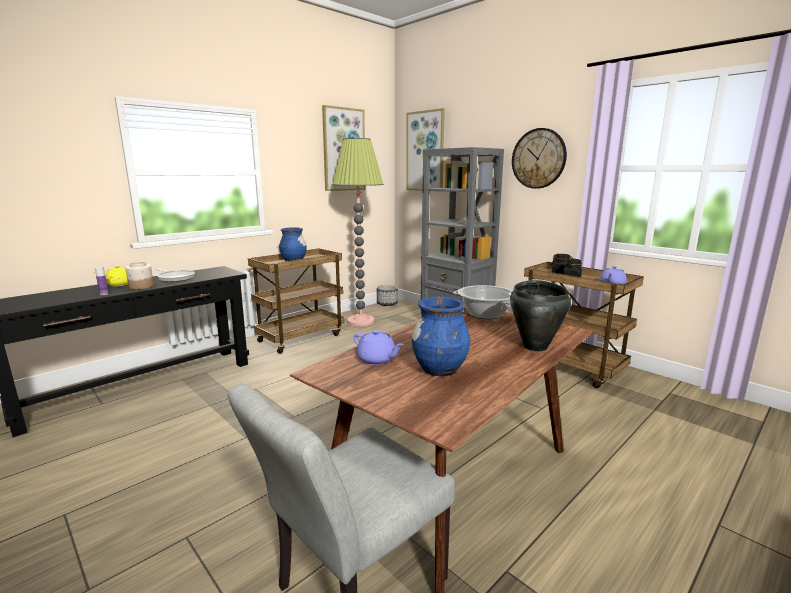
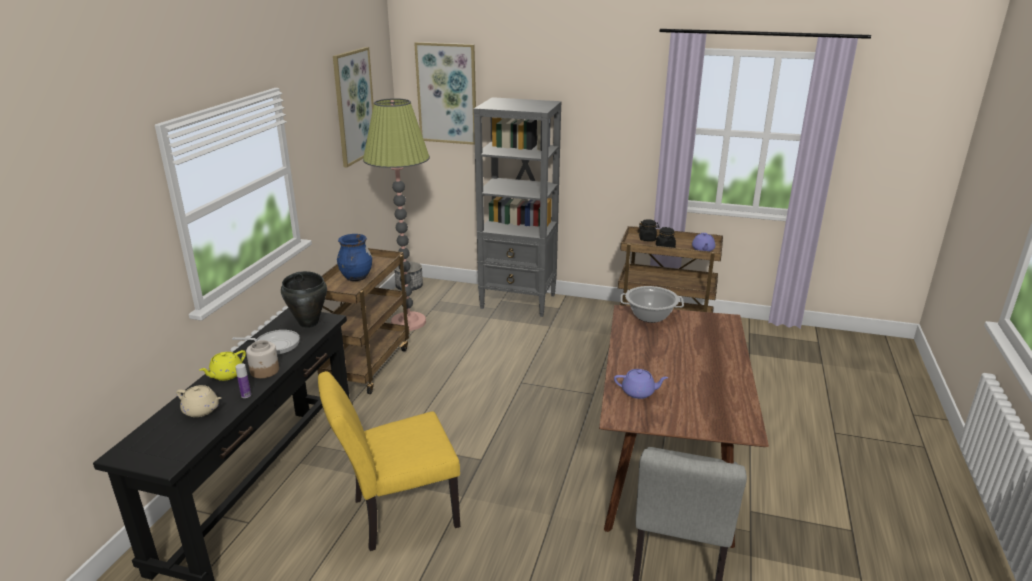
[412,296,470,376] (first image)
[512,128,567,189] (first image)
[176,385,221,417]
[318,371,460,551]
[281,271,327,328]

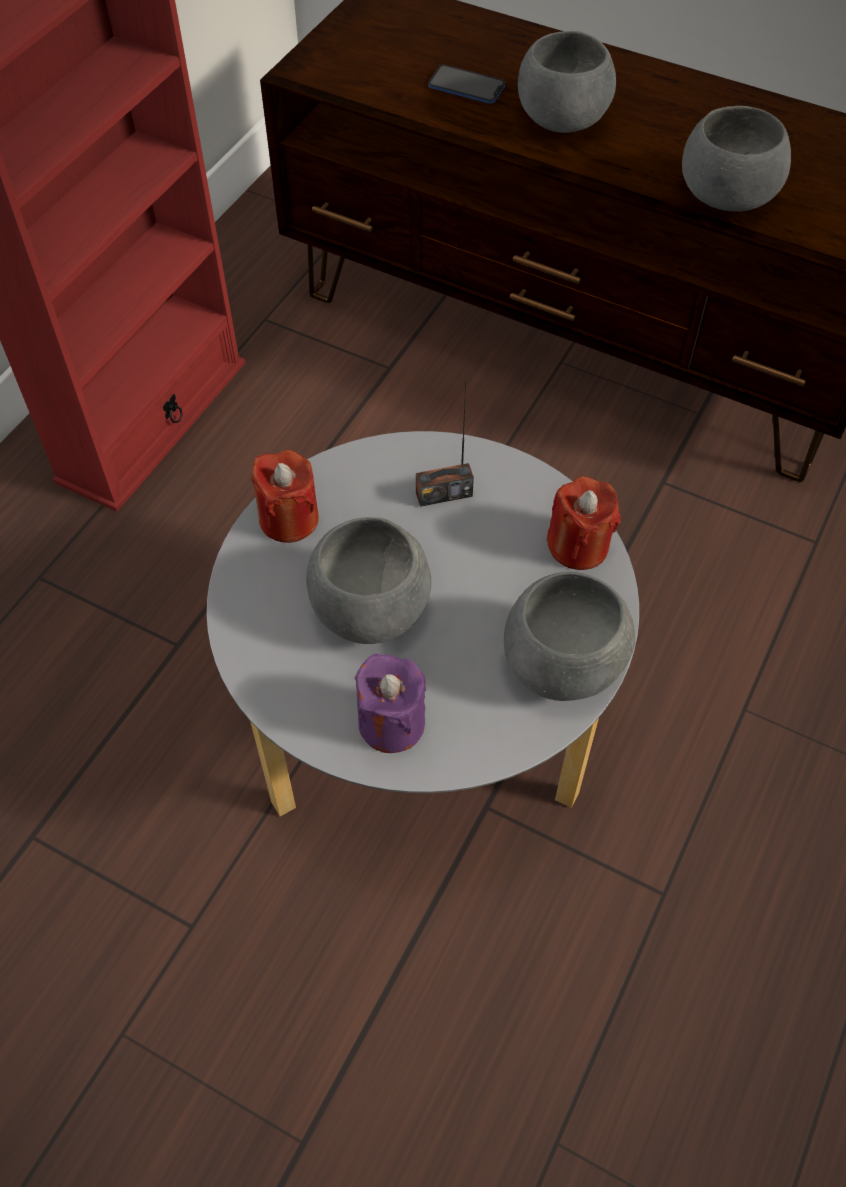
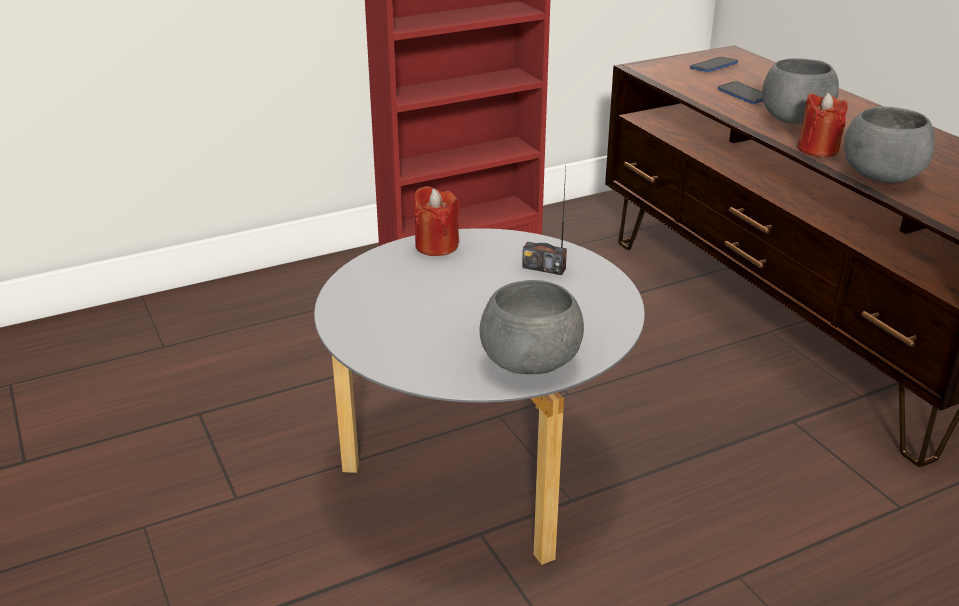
[306,517,431,644] (first image)
[355,654,426,753] (first image)
[690,57,738,72]
[797,92,848,157]

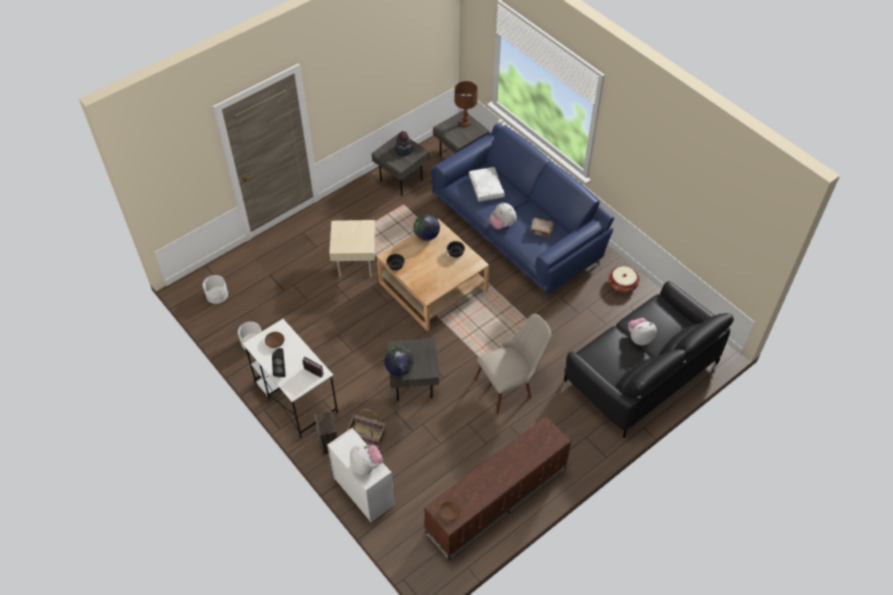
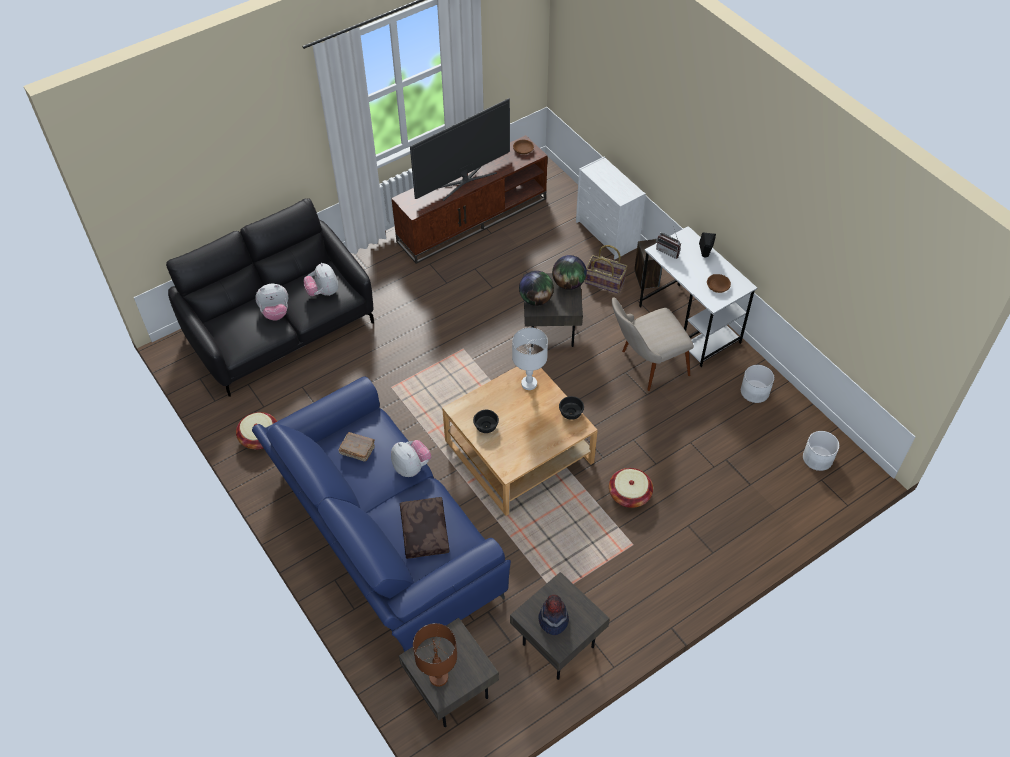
[410,98,510,201]
[512,327,548,390]
[304,263,338,296]
[519,271,554,306]
[612,298,694,391]
[609,468,653,508]
[400,497,450,559]

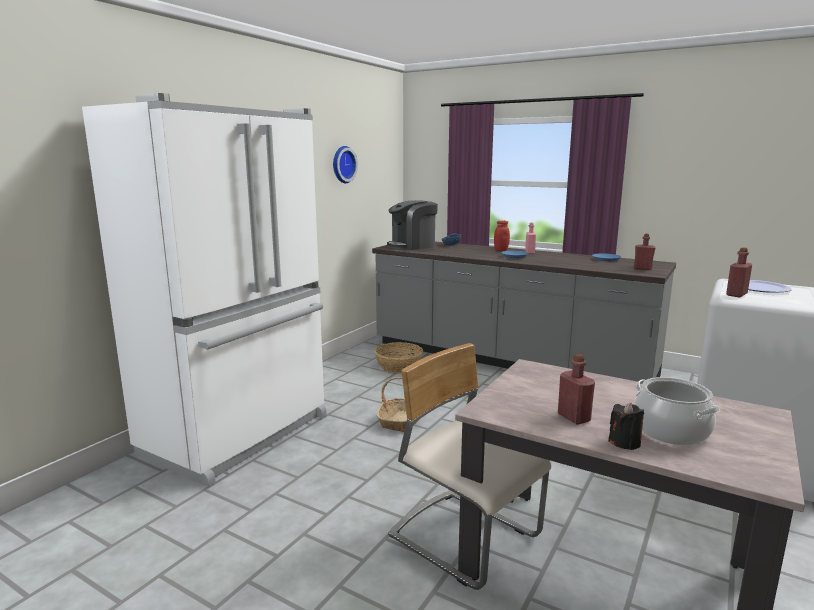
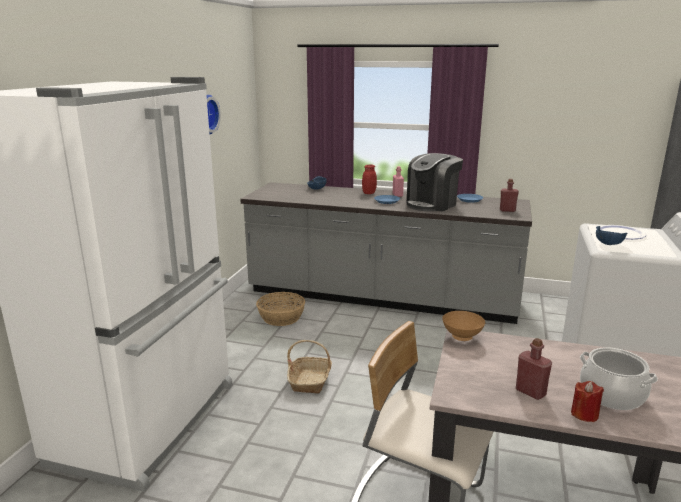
[442,311,485,341]
[407,153,463,211]
[596,226,628,245]
[571,381,604,422]

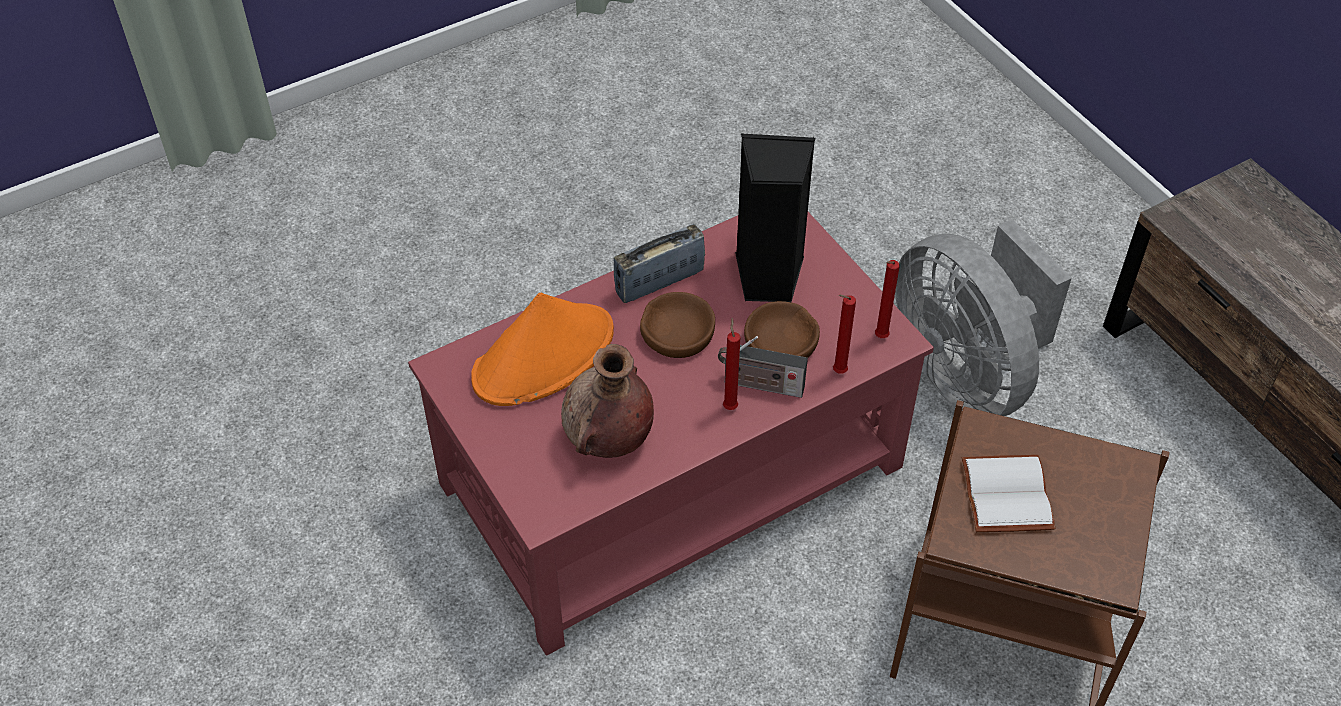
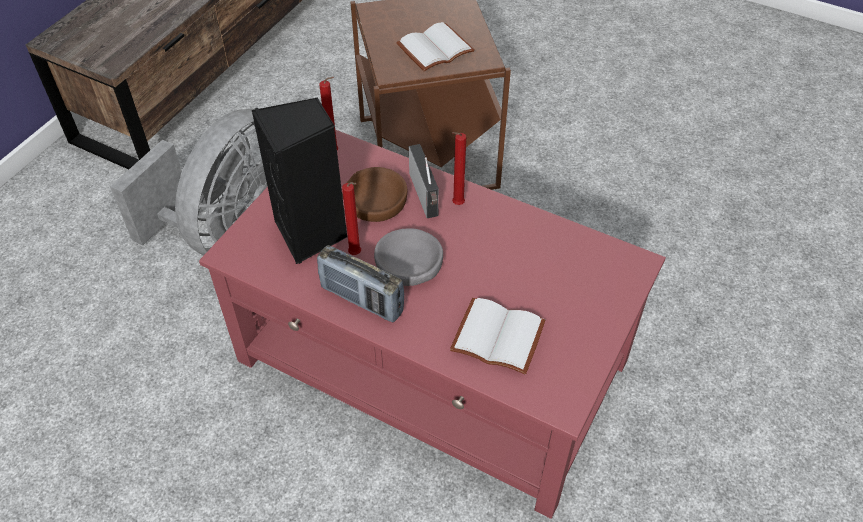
[561,344,654,458] (first image)
[342,182,361,255]
[450,298,545,374]
[374,228,443,286]

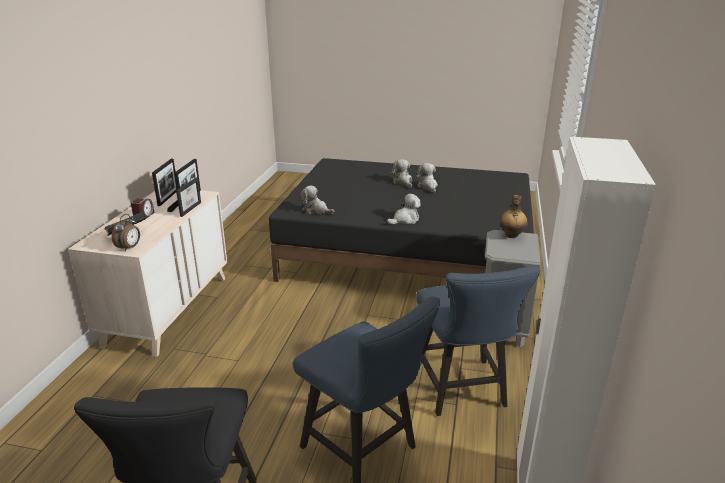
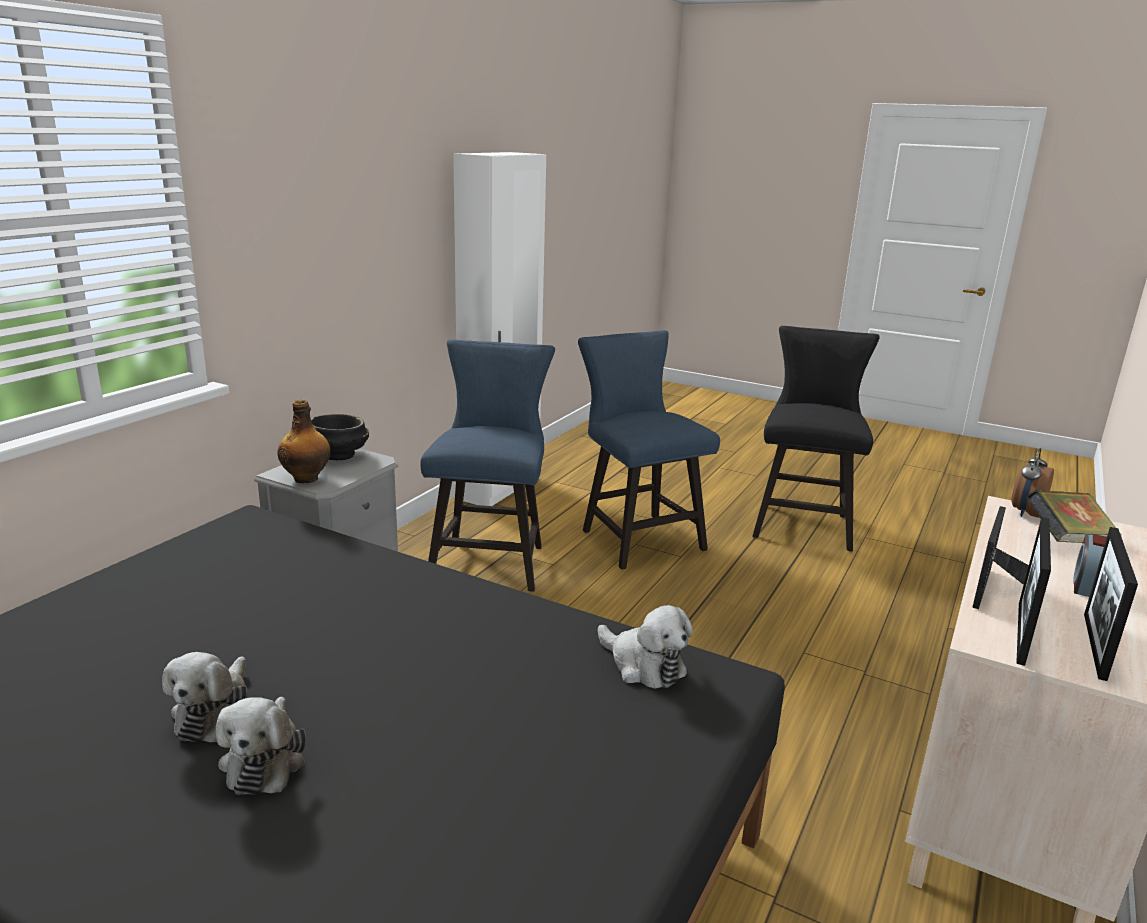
[387,194,421,225] (first image)
[311,414,369,460]

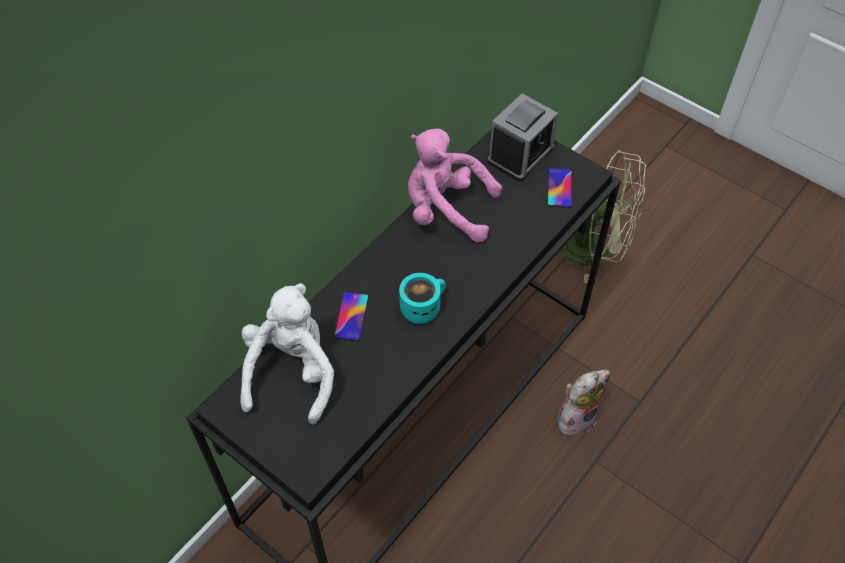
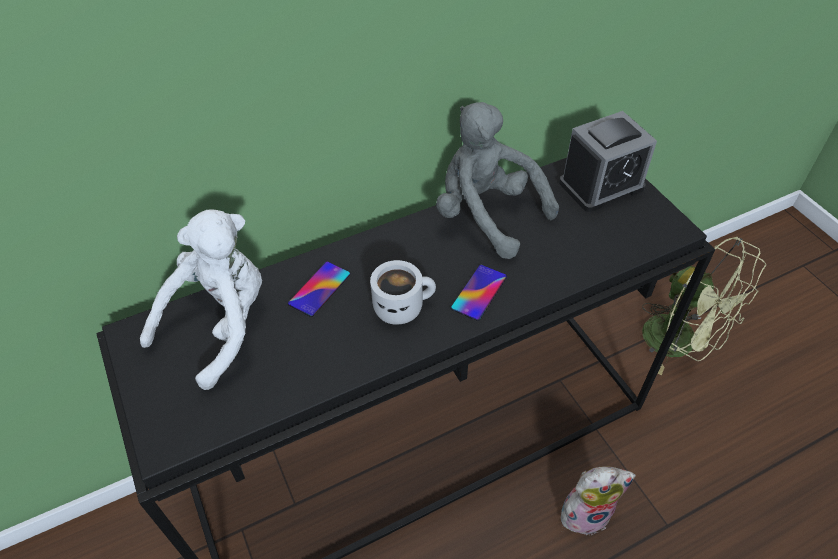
[451,265,507,321]
[370,260,436,325]
[436,102,559,259]

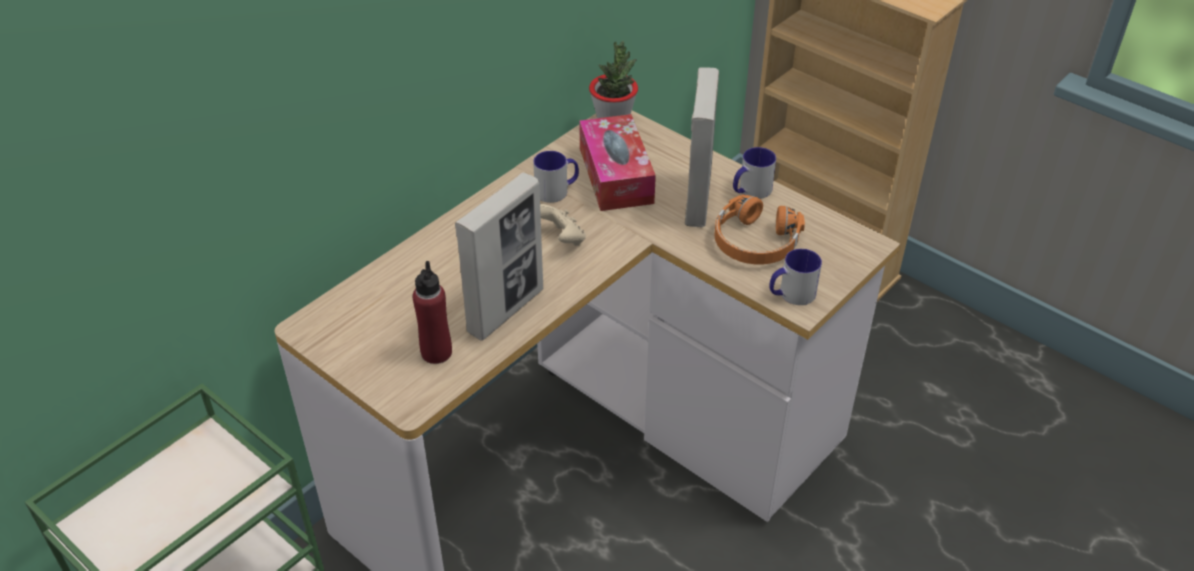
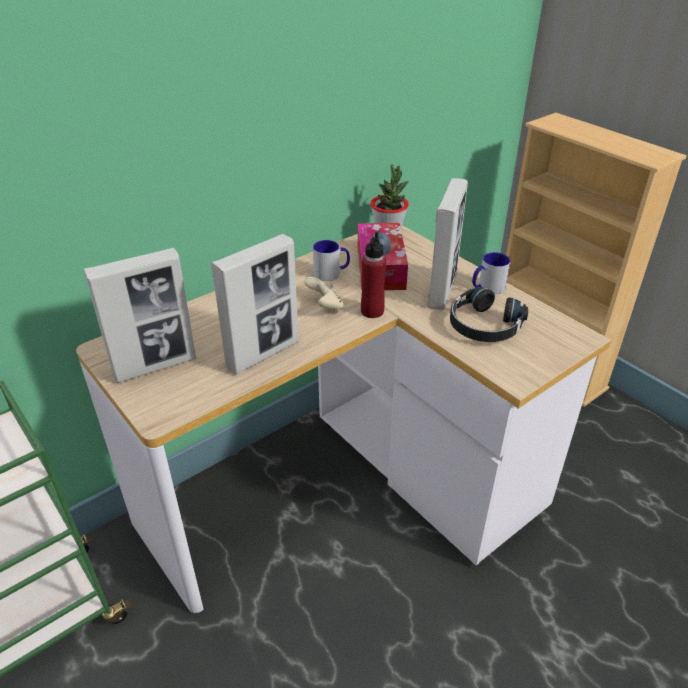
[769,249,822,305] (first image)
[83,248,196,383]
[361,232,386,318]
[450,287,528,342]

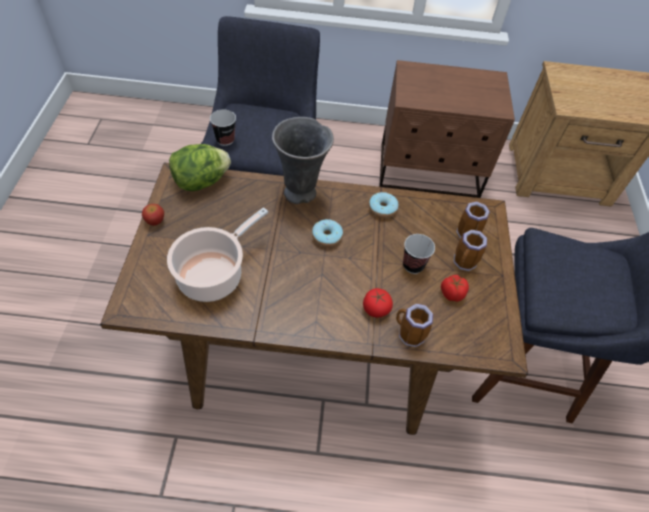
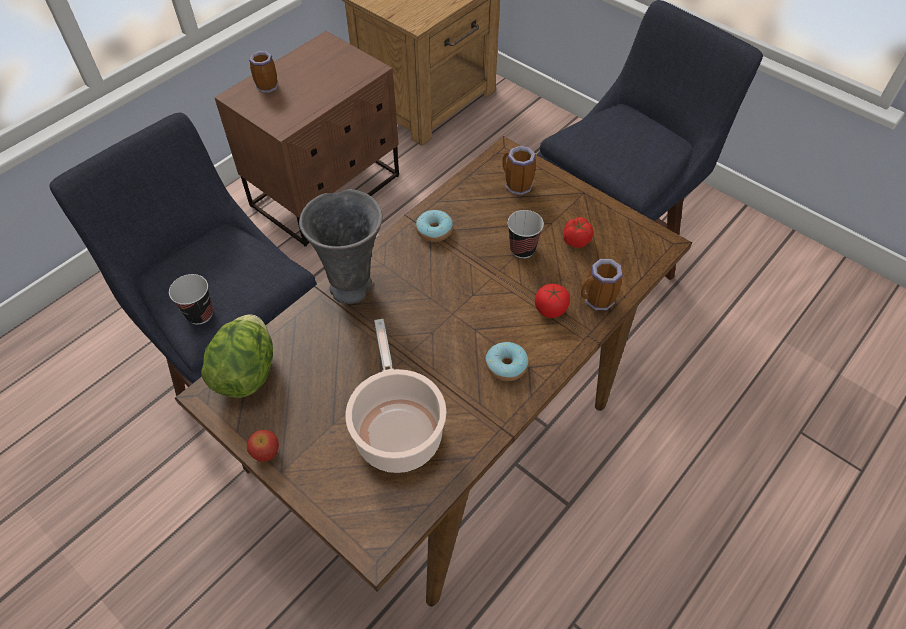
[486,342,528,381]
[249,51,278,93]

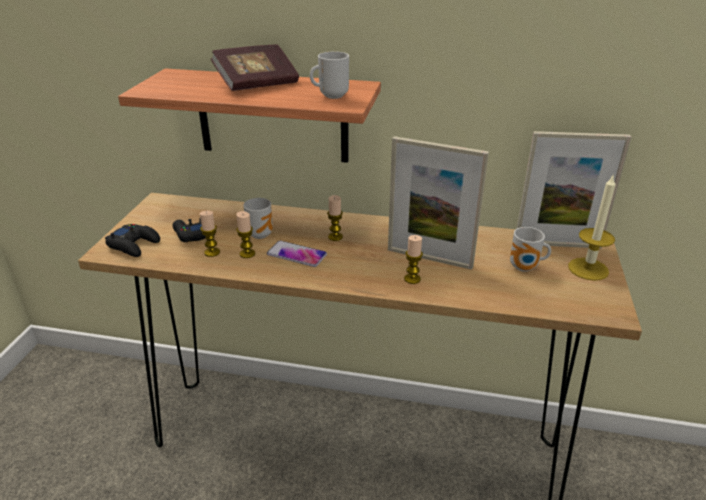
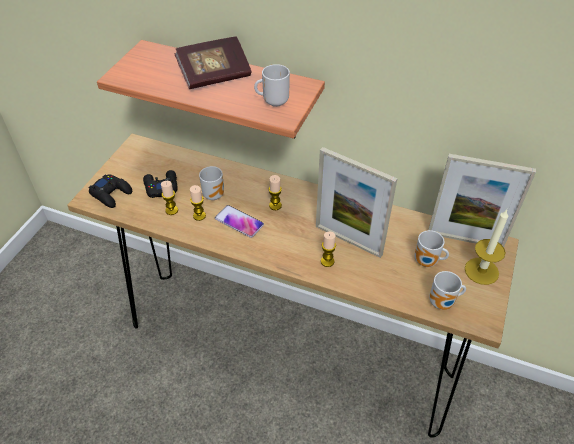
[429,271,466,310]

